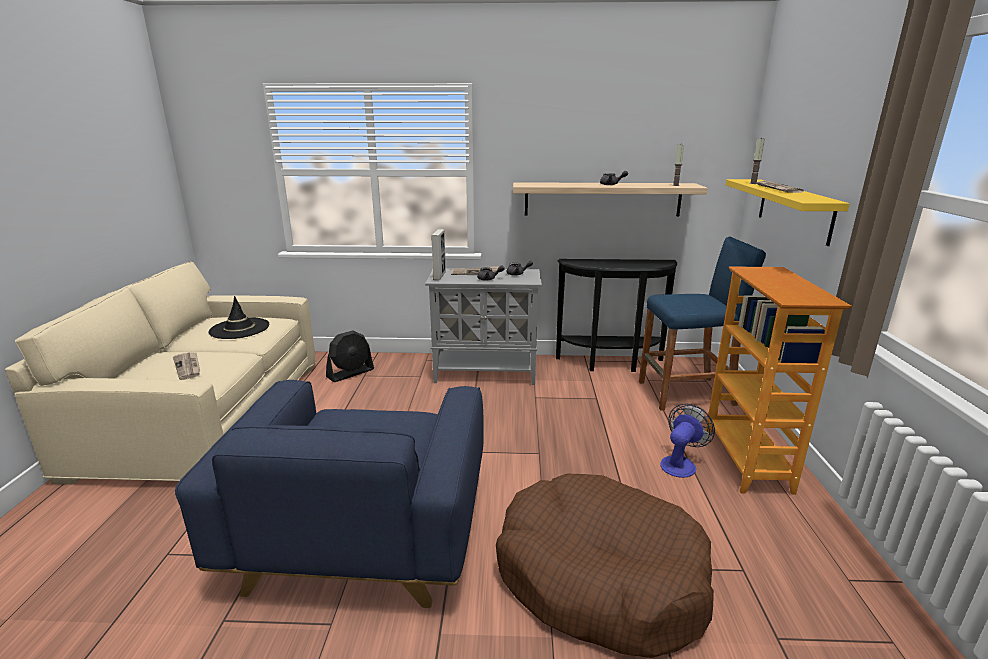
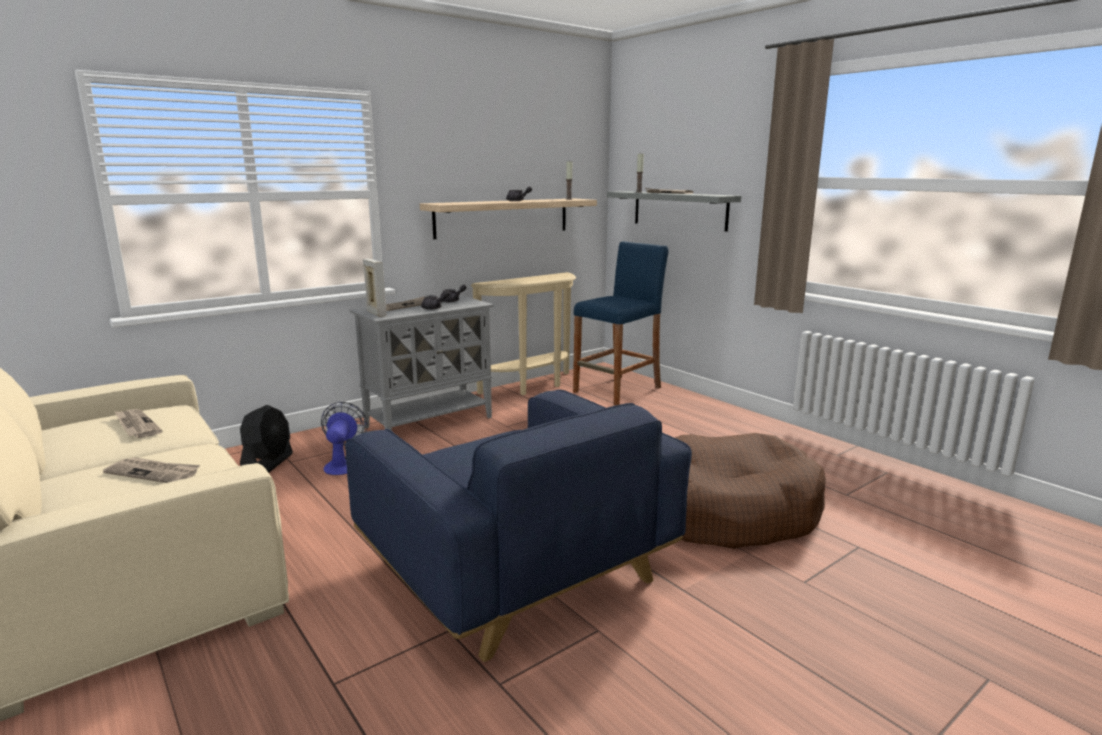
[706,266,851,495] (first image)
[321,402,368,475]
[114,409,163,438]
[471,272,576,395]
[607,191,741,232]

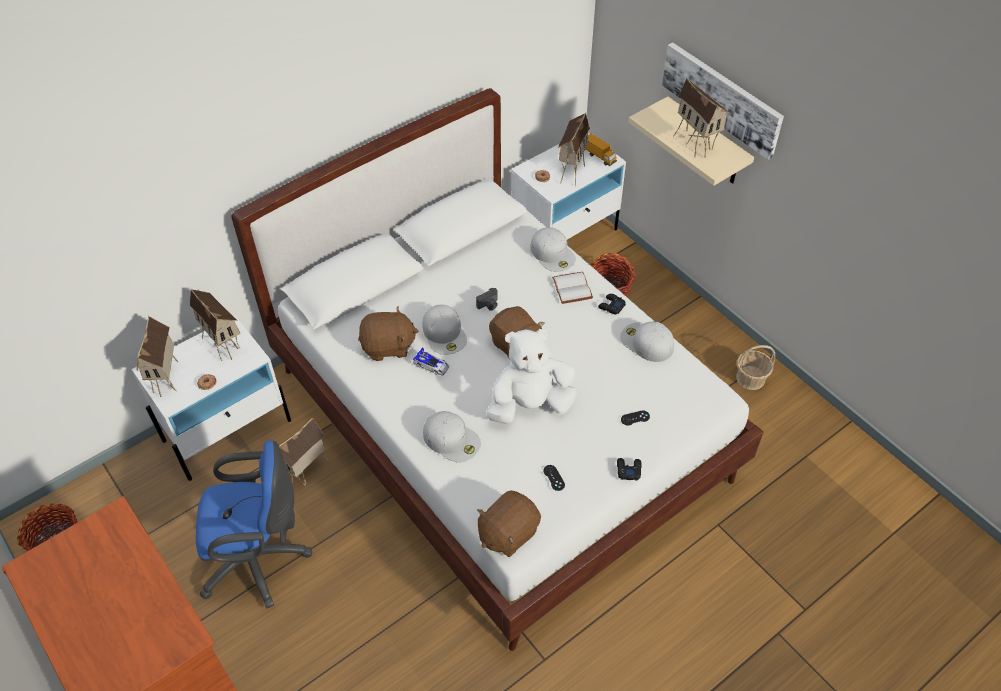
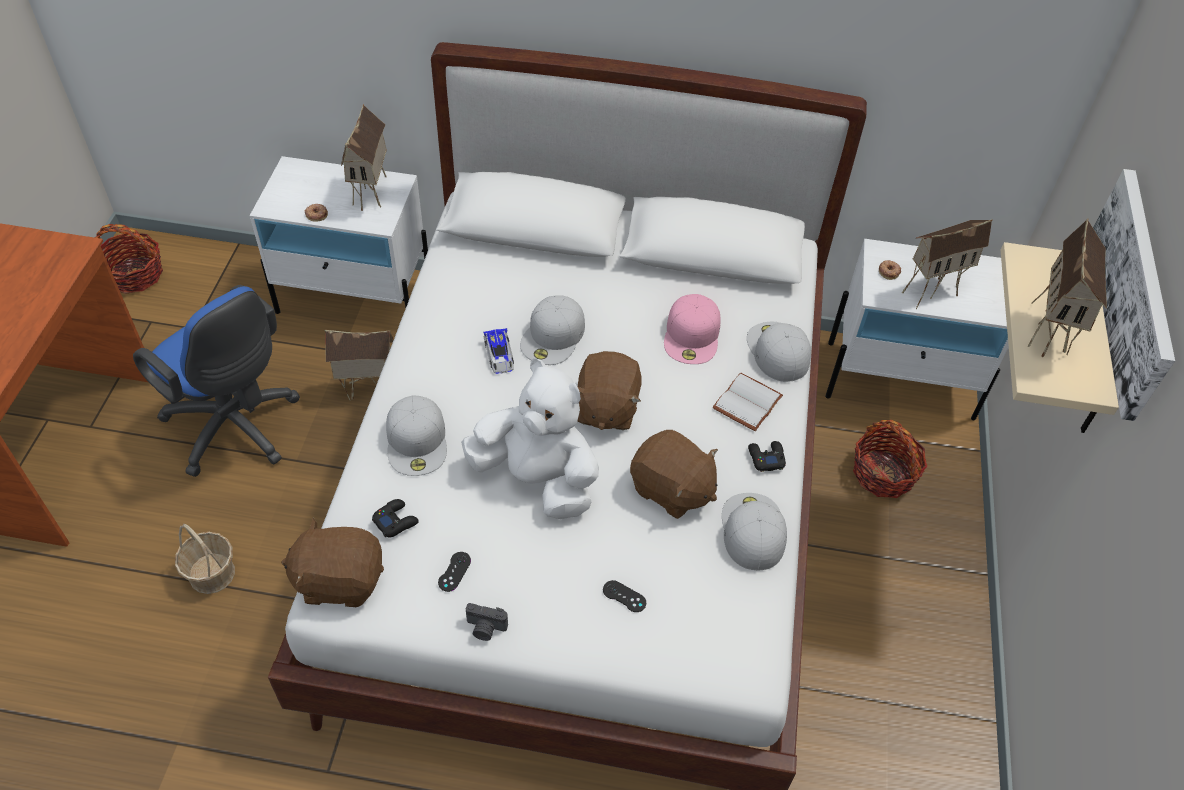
[137,315,178,397] (first image)
[585,134,617,166] (first image)
[664,294,721,364]
[630,430,718,519]
[466,603,508,641]
[372,499,419,538]
[175,524,235,594]
[747,322,811,382]

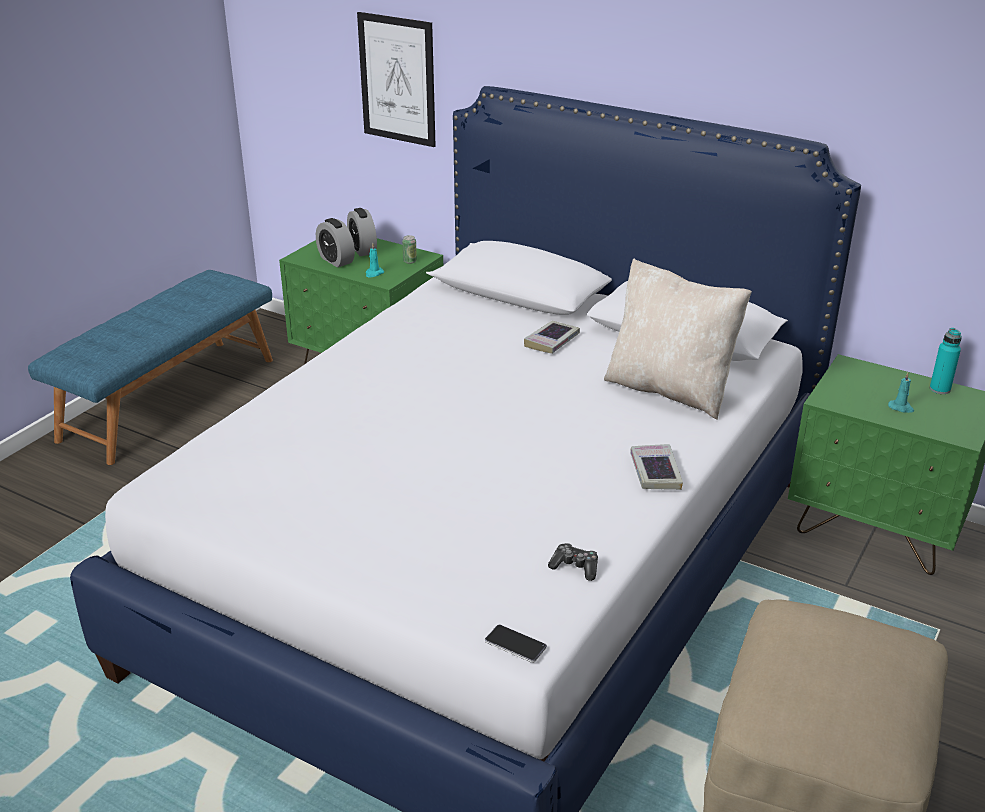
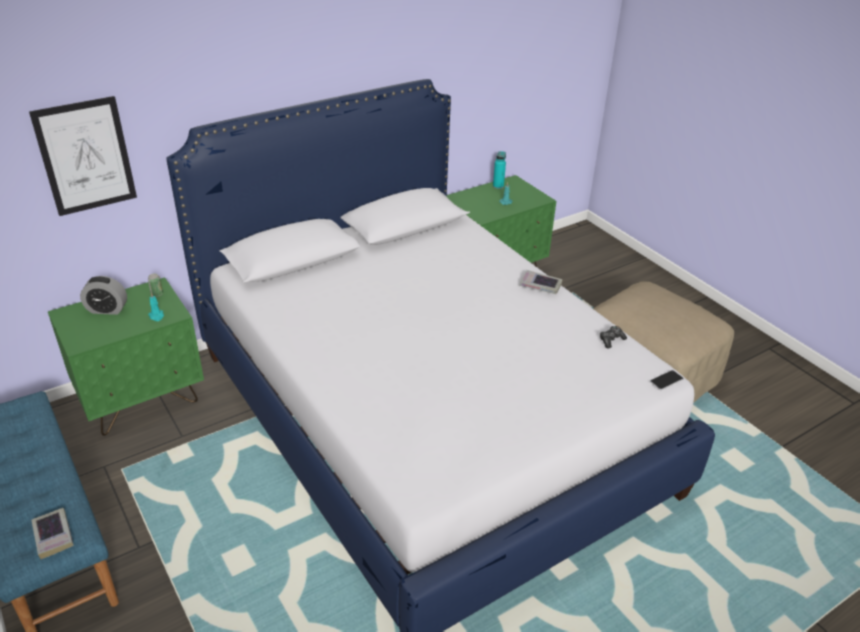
[316,218,355,267] (first image)
[604,258,752,420] (first image)
[31,508,74,559]

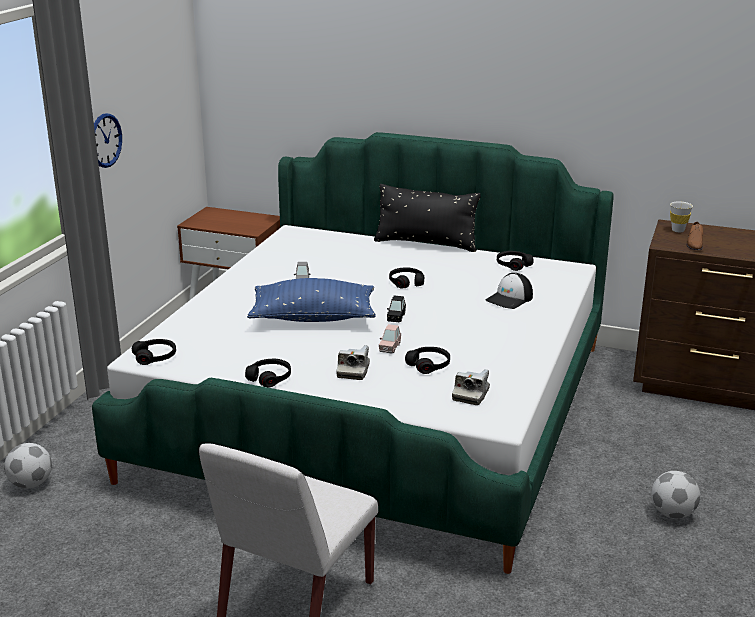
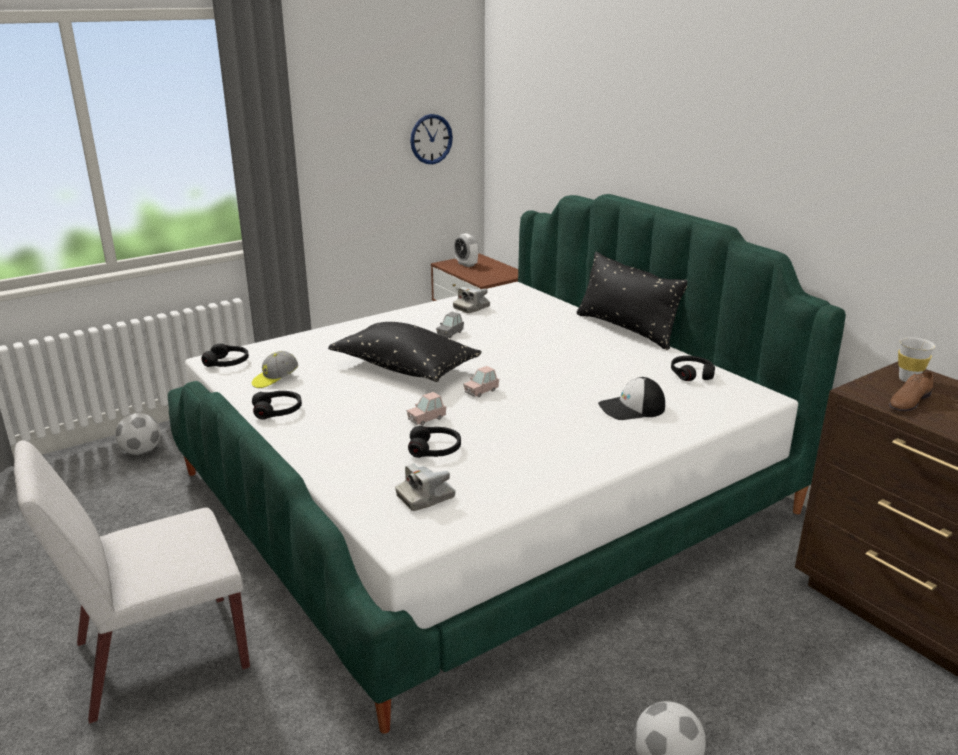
[389,267,424,289] (first image)
[252,351,298,388]
[454,233,479,267]
[410,114,453,164]
[453,287,490,313]
[328,322,482,382]
[463,366,499,397]

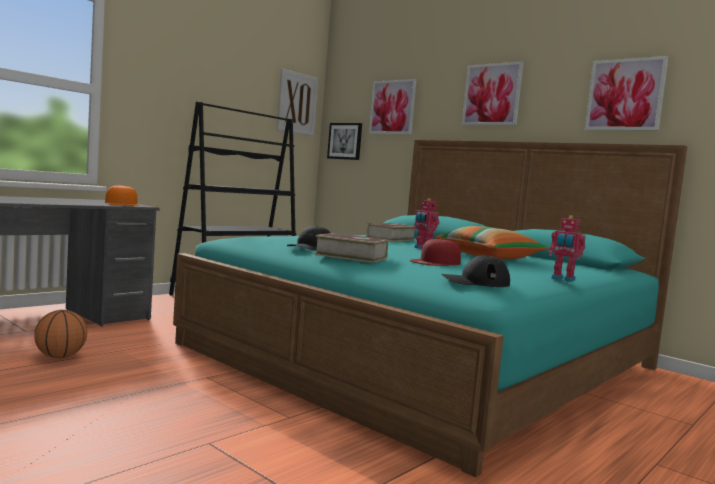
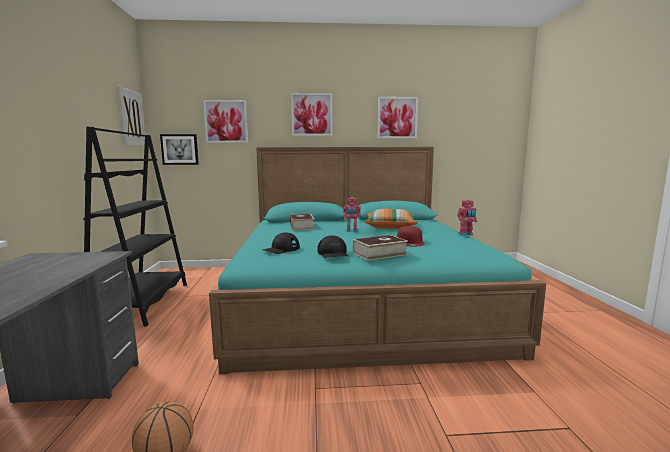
[105,185,140,206] (first image)
[263,233,300,254]

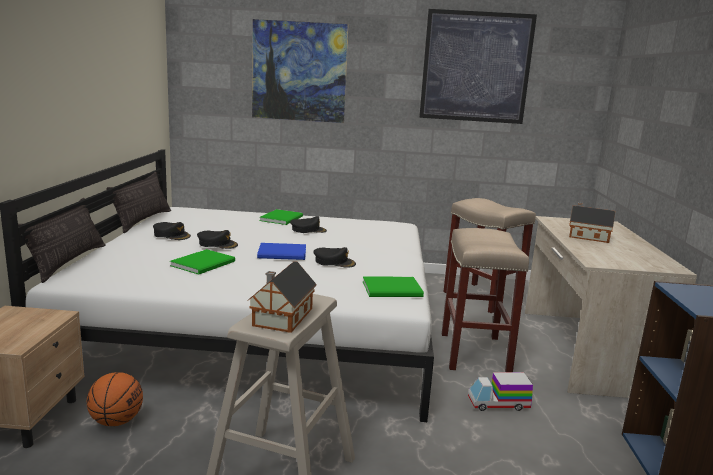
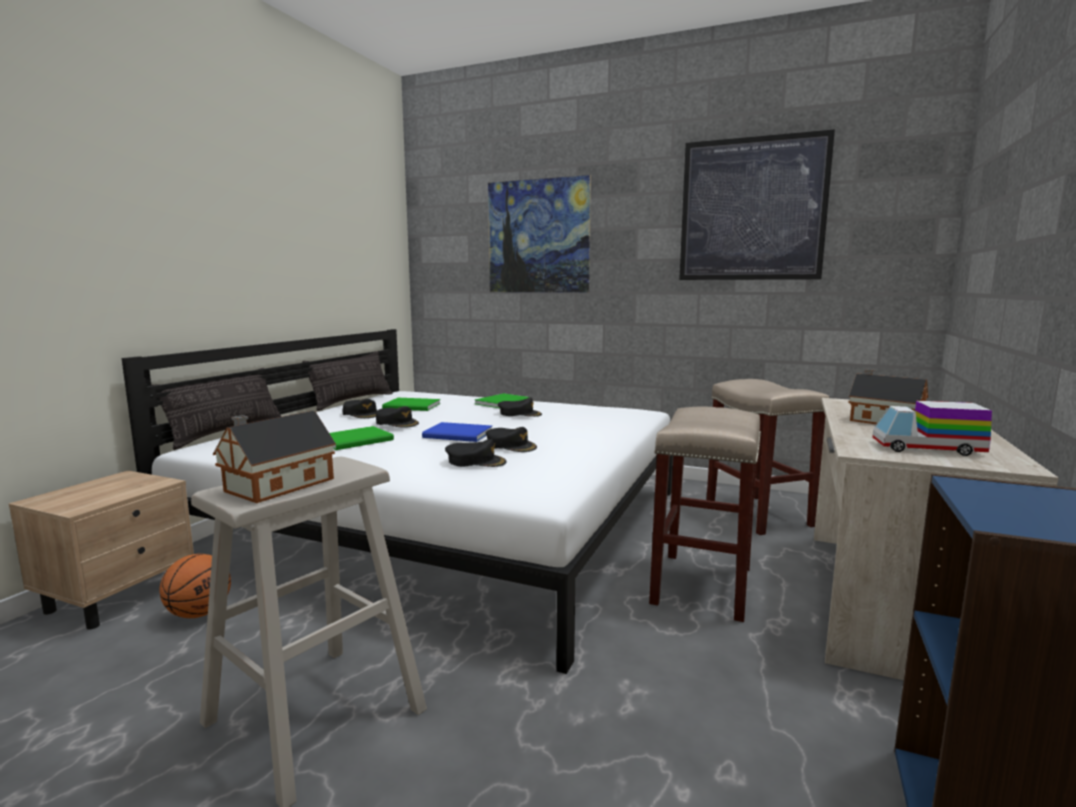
[445,439,507,467]
[382,398,441,411]
[872,401,992,456]

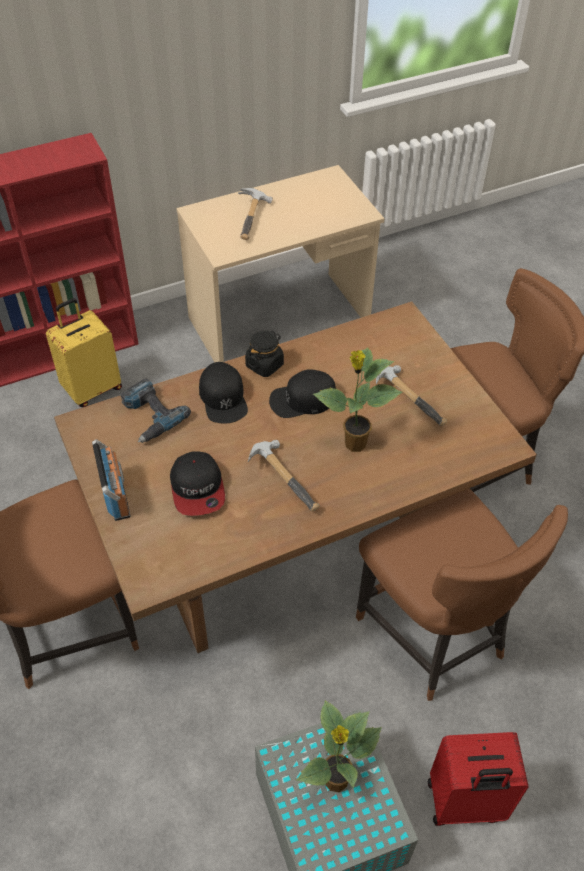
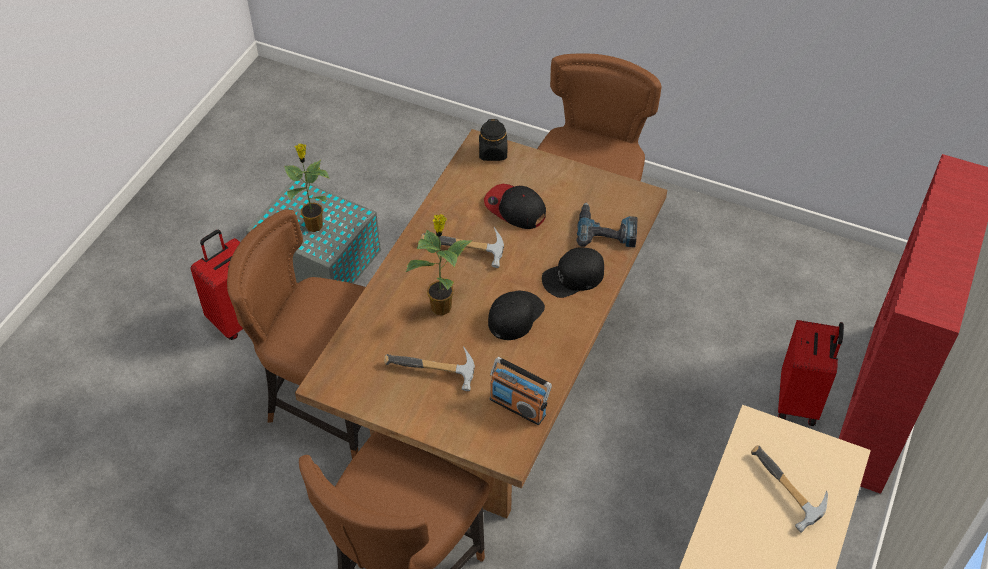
[490,357,552,425]
[479,119,507,161]
[778,320,844,426]
[542,247,604,298]

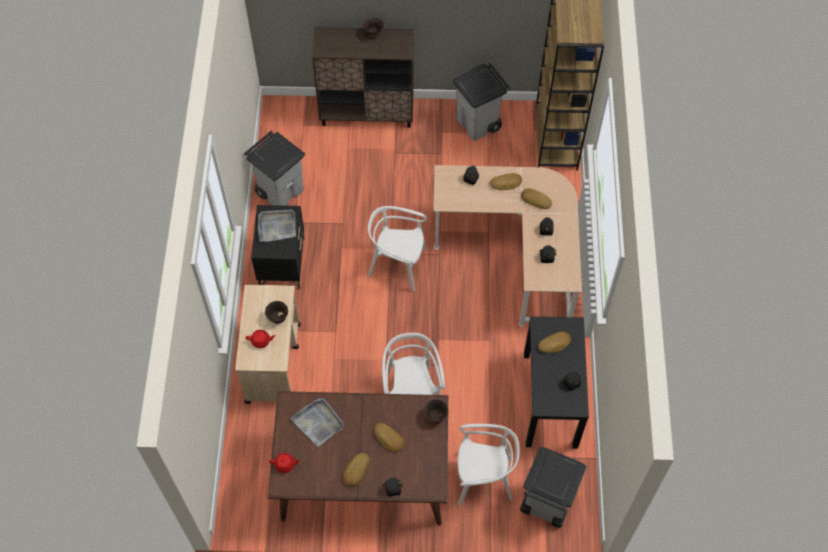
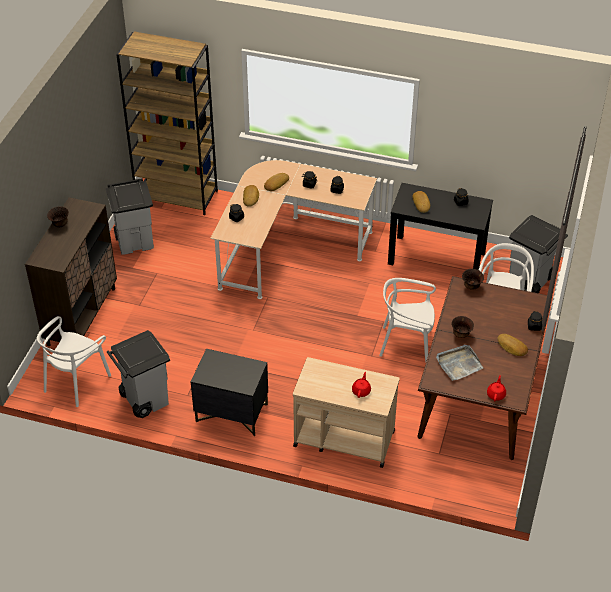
[258,209,296,242] (first image)
[374,423,405,452] (first image)
[451,316,474,338]
[37,316,111,407]

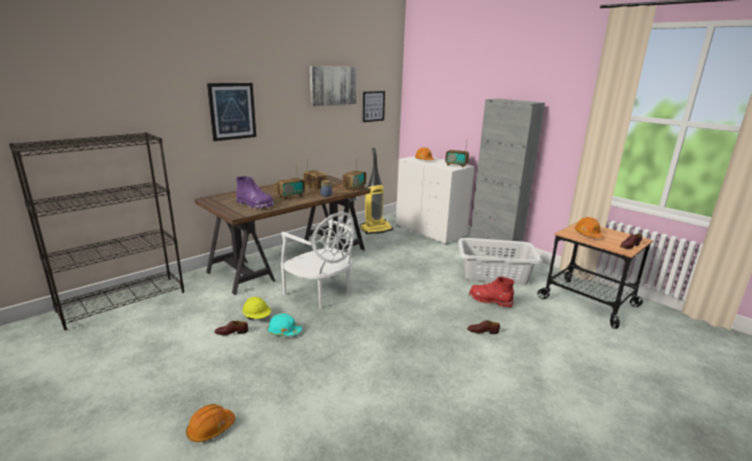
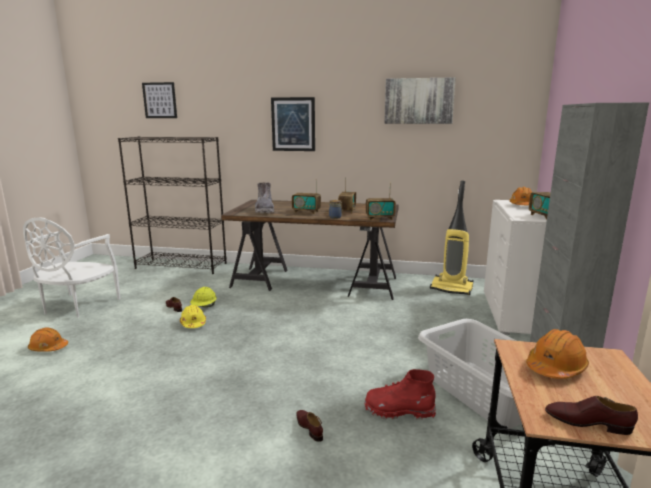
[23,218,120,318]
[142,82,177,118]
[255,182,274,213]
[180,305,206,328]
[364,369,436,420]

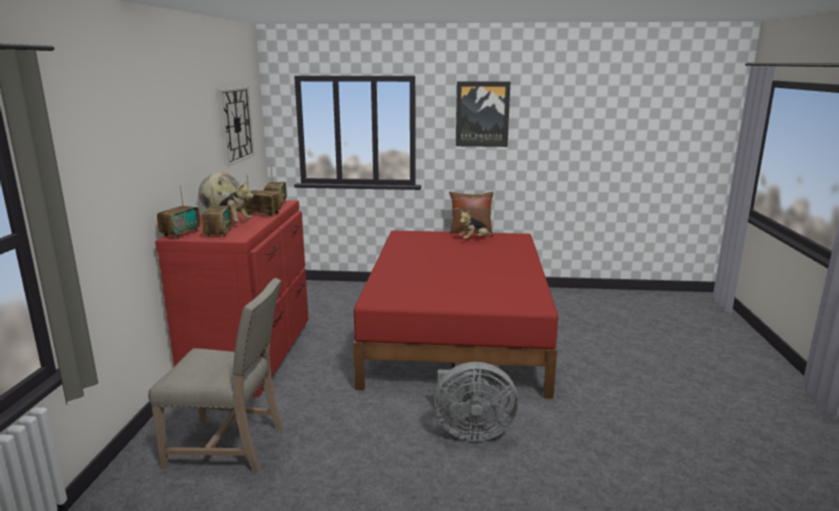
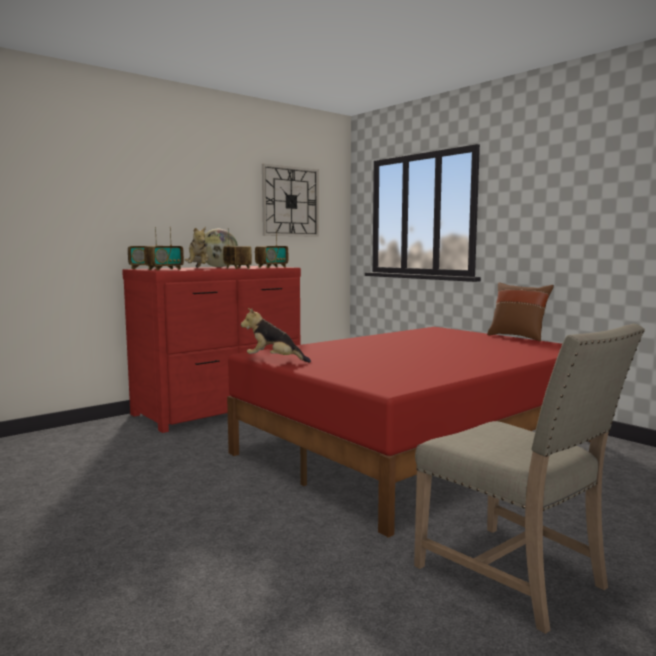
[433,362,518,441] (first image)
[456,81,510,147] (first image)
[414,324,645,634]
[241,308,311,363]

